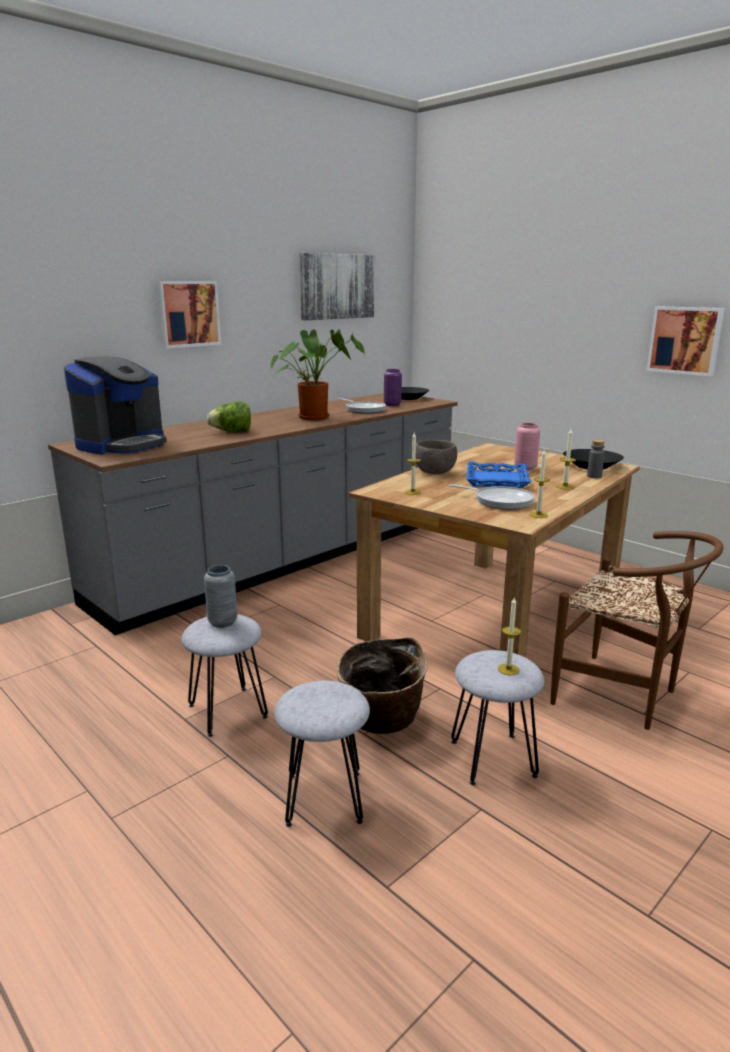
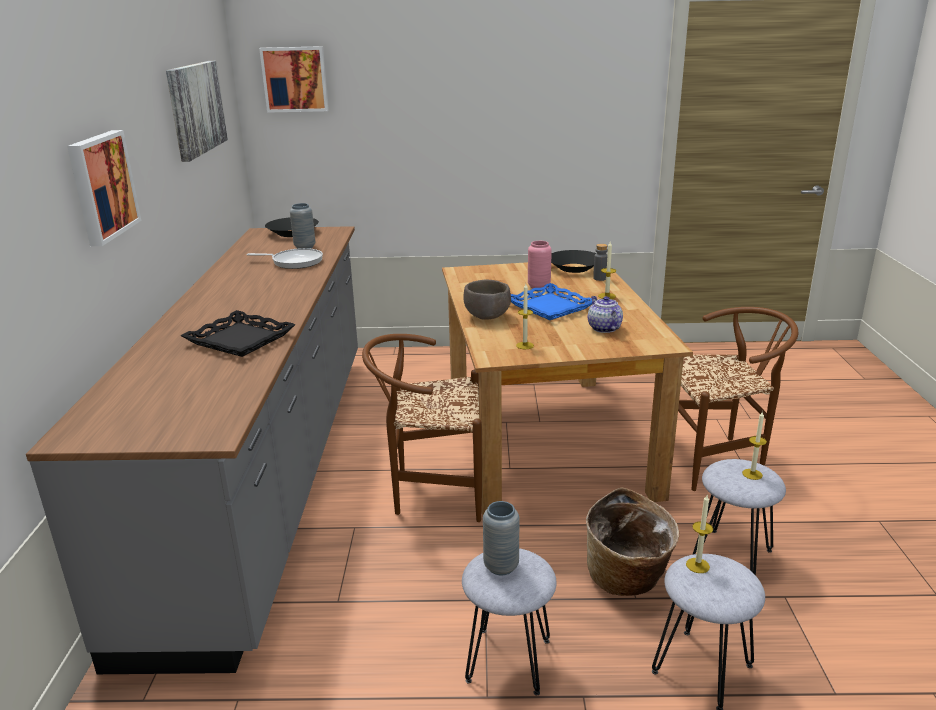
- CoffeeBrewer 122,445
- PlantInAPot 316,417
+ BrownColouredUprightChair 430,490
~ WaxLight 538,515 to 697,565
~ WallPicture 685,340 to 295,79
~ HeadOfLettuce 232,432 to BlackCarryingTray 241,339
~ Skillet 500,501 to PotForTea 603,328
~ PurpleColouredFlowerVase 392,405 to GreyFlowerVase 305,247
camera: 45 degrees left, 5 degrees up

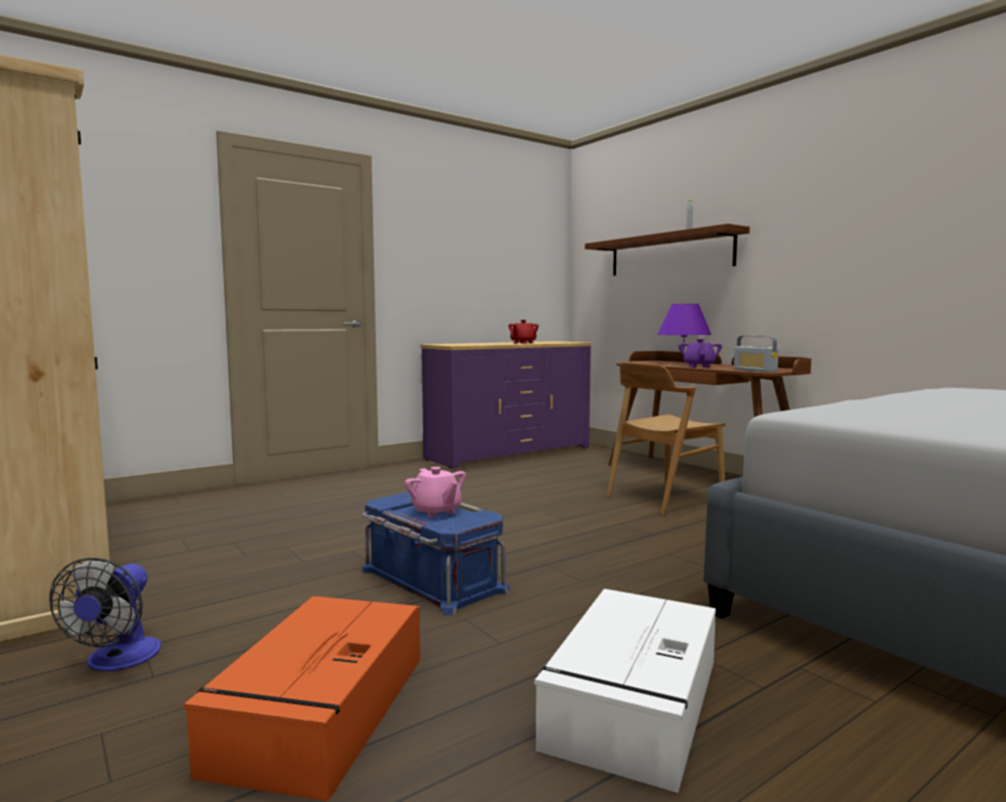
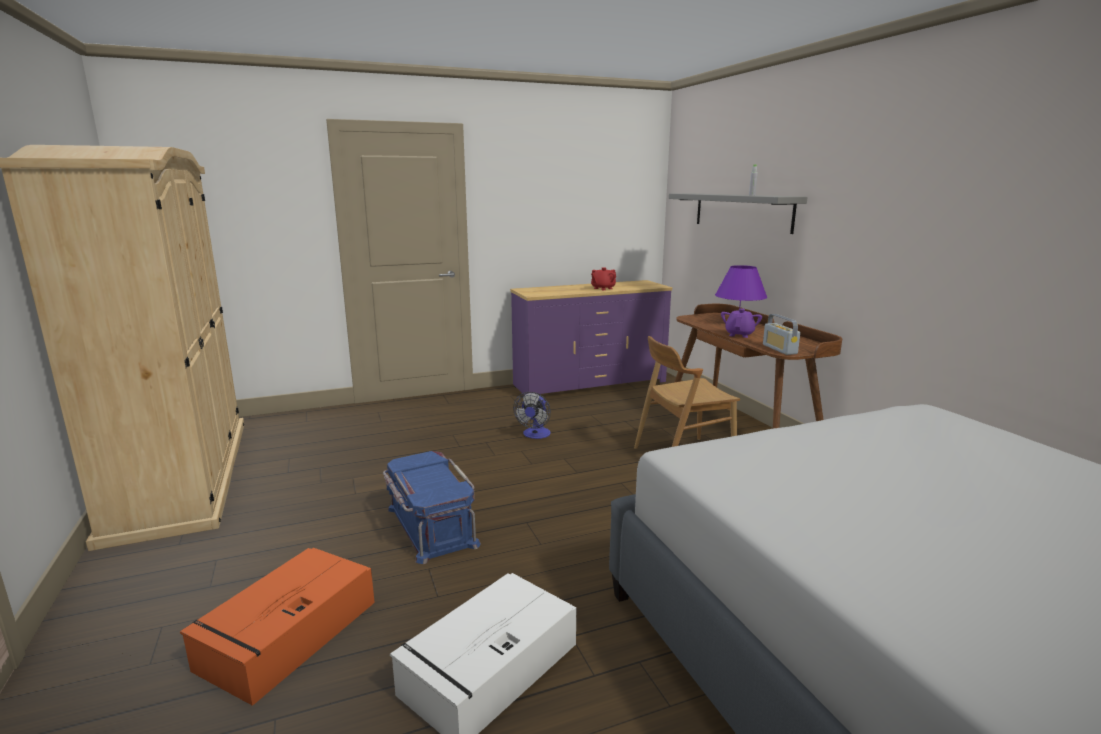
- PinkPotForTea 436,511
~ Fan 117,661 to 535,435
~ BrownColouredBracketShelf 669,254 to GreyBracketShelf 741,211
camera: 15 degrees right, 10 degrees up

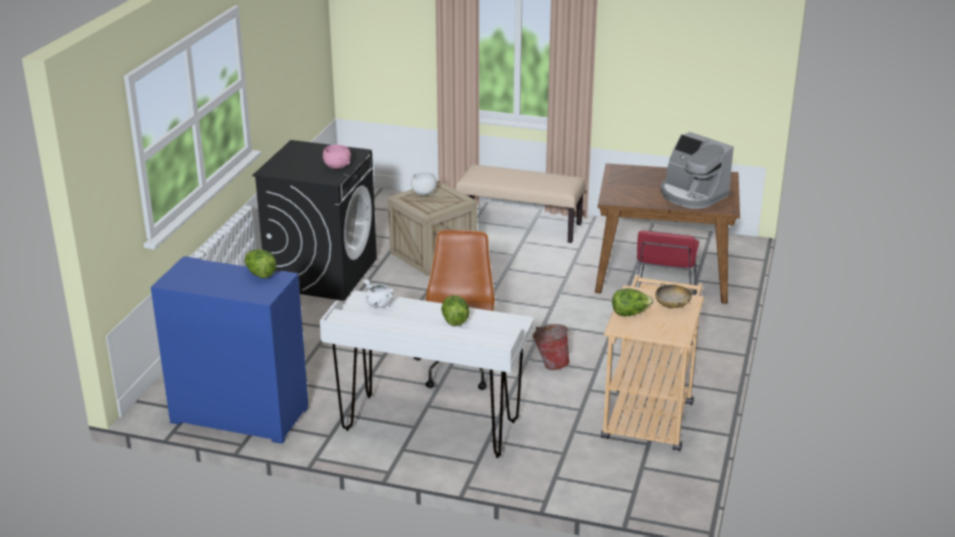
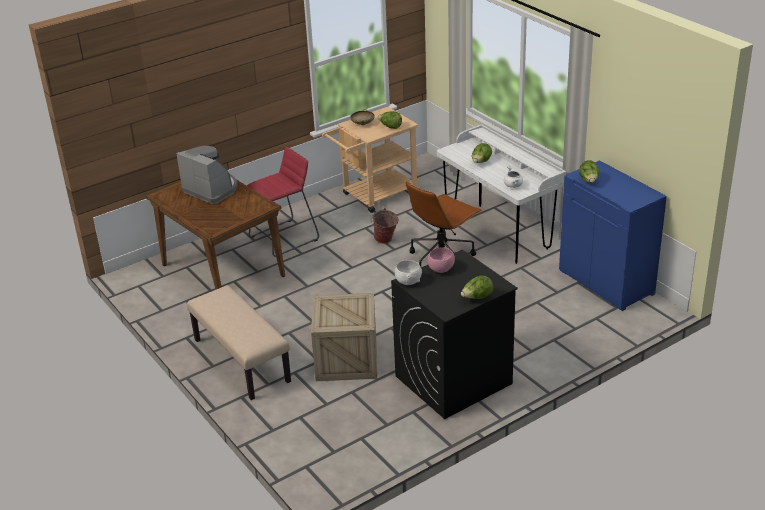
+ HeadOfLettuce 477,298
~ WhitishDeepDish 424,193 to 408,281
~ CoffeeBrewer 692,195 = 211,189 45 degrees counterclockwise
camera: 140 degrees left, 5 degrees up

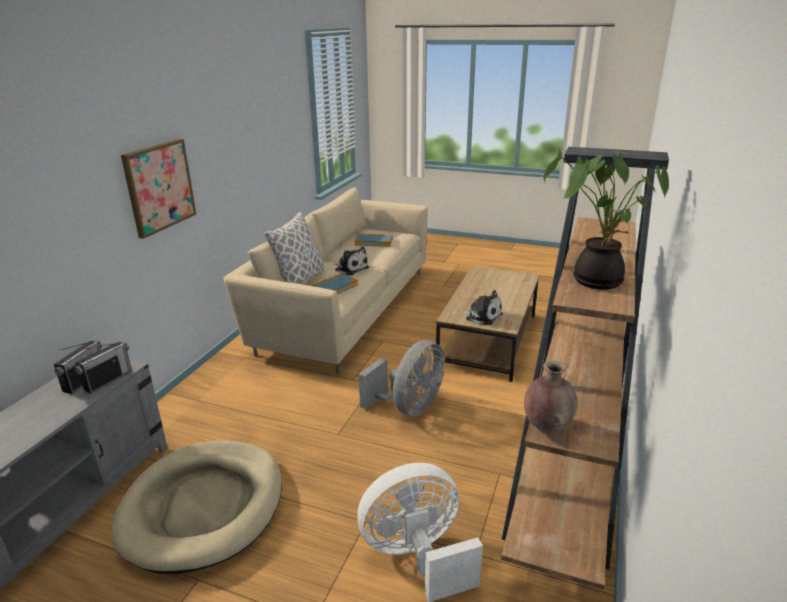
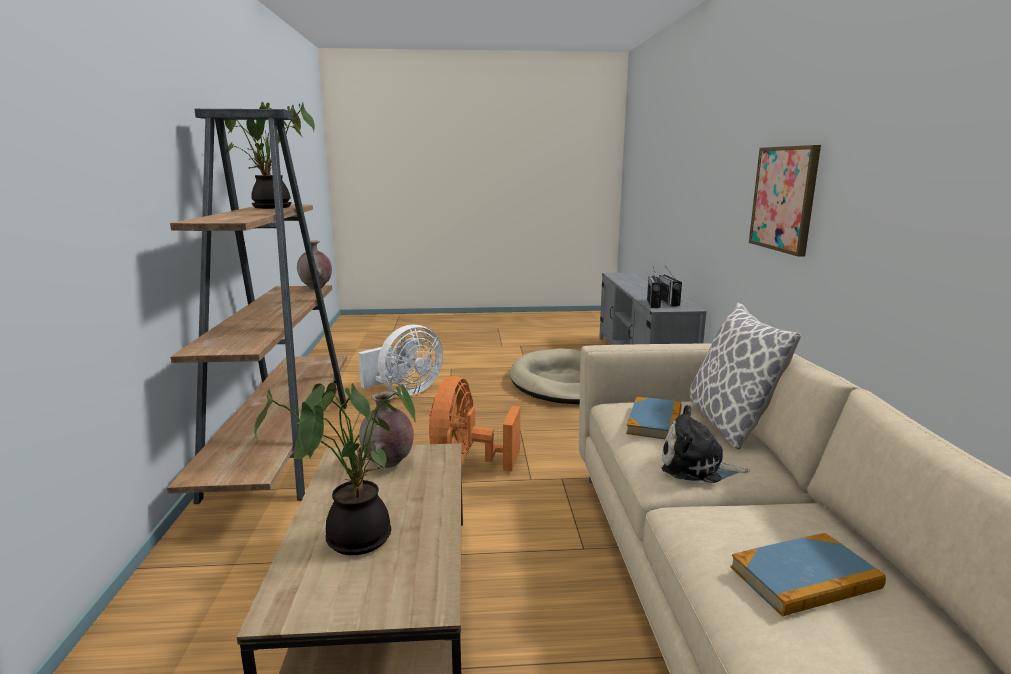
+ PlantInAPot 355,536
~ PlushToy 482,316 to BrownColouredFlowerVase 388,464
~ GreyFan 409,407 to OrangeyFan 466,465
camera: 155 degrees right, 10 degrees down

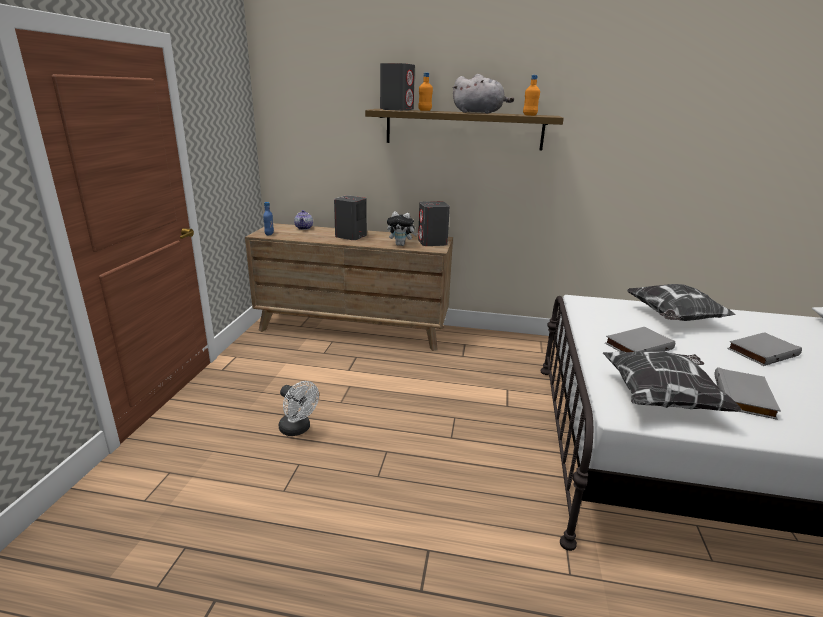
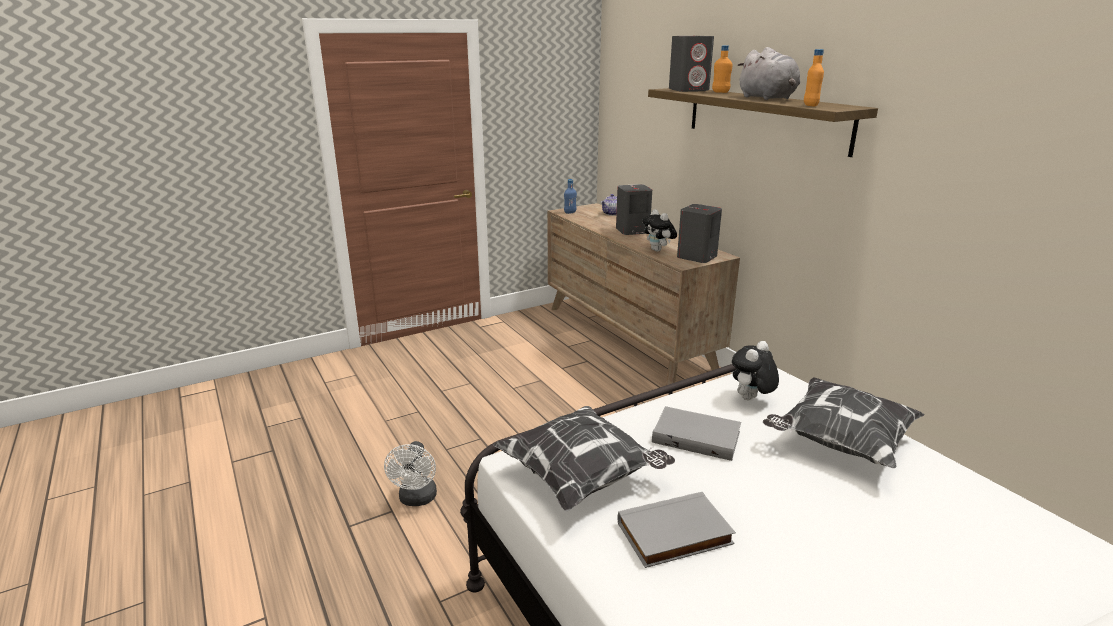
- GreyBook 761,351
+ PlushToy 751,399
~ WhitishFan 298,429 to 417,499
camera: 50 degrees right, 0 degrees up

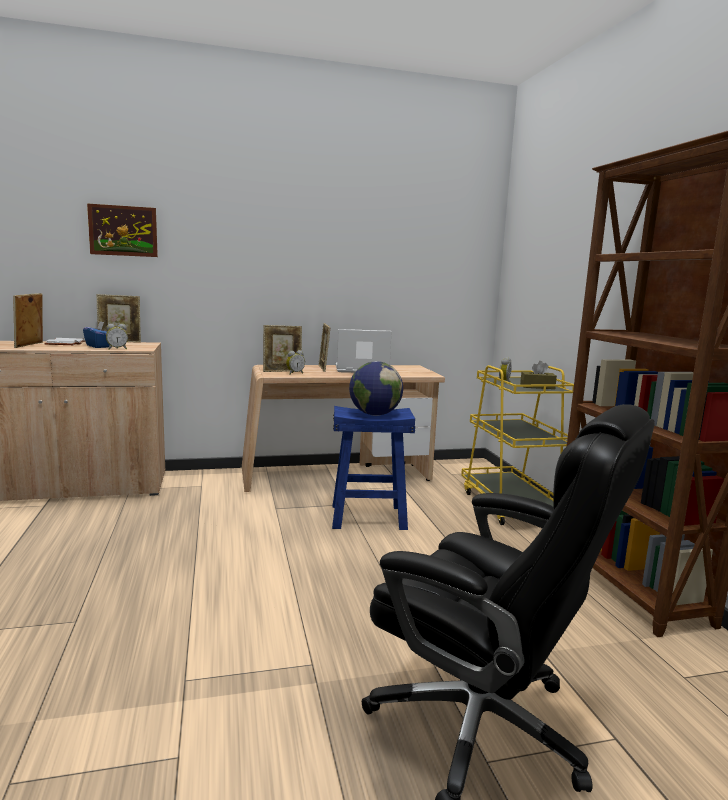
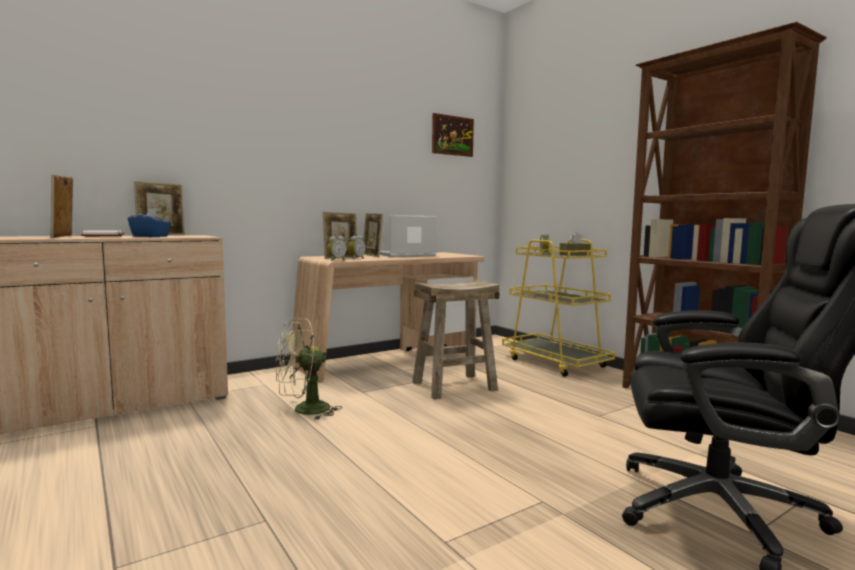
- Globe 374,414
+ BeigeFan 304,411
~ WallPicture 123,231 to 452,135
~ AlarmClock 117,349 to 336,260
~ BlueSittingStool 368,517 to BeigeSittingStool 454,386
camera: 20 degrees left, 5 degrees down

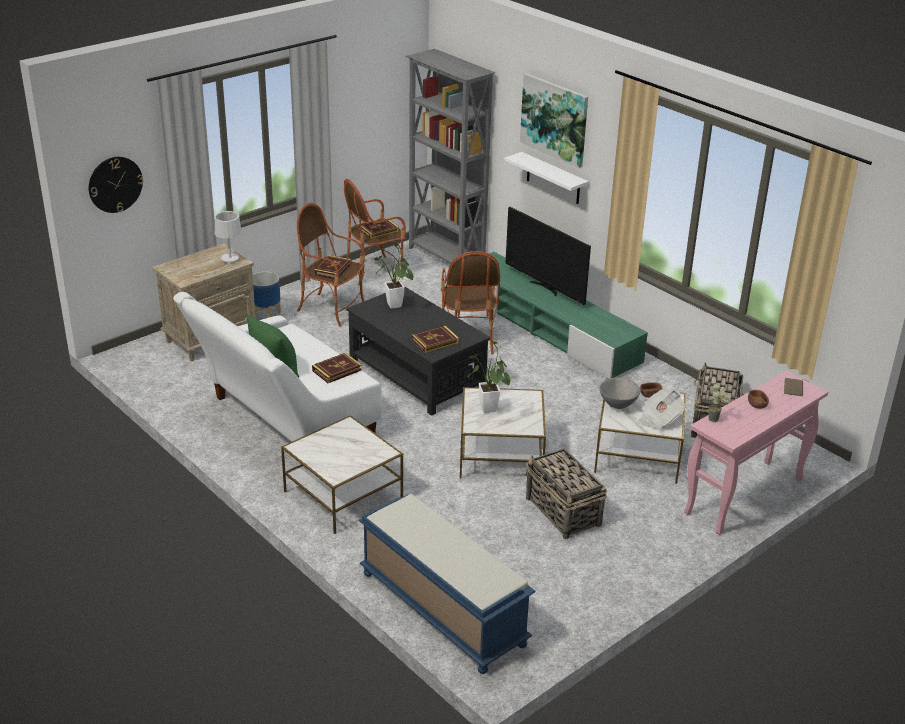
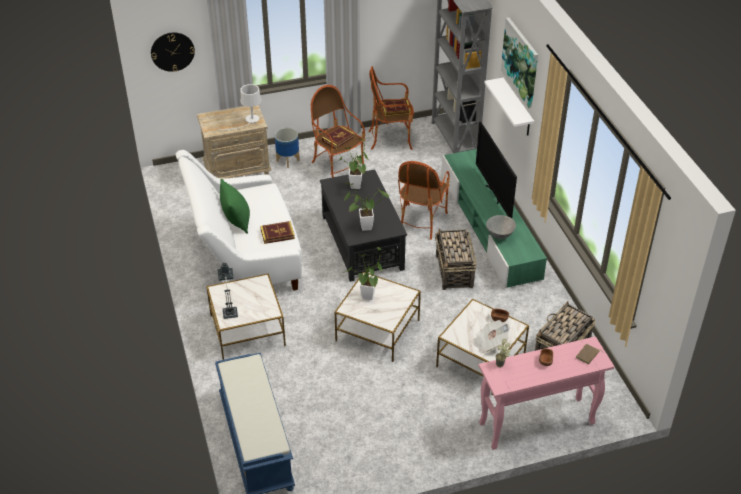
+ LampForATable 229,310
~ HouseholdBasket 563,512 to 454,272
~ GreyDeepDish 618,405 to 500,235
~ Book 435,341 to PlantInAPot 363,227
camera: 25 degrees right, 10 degrees up

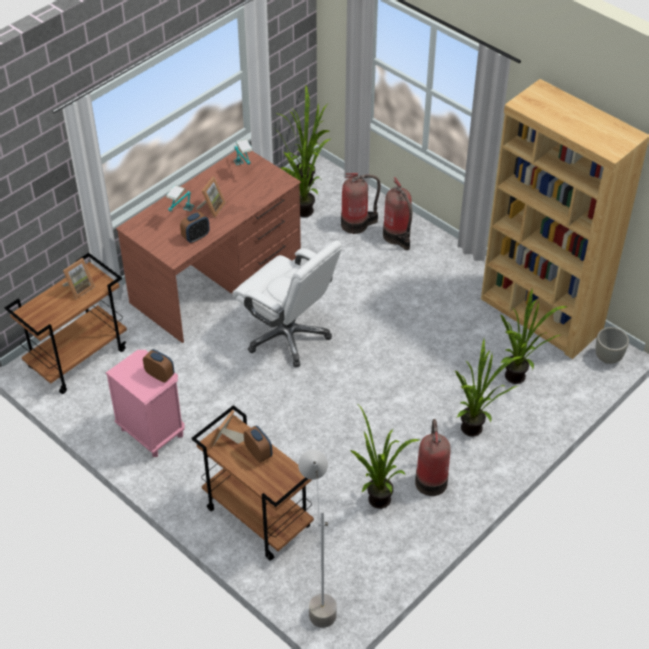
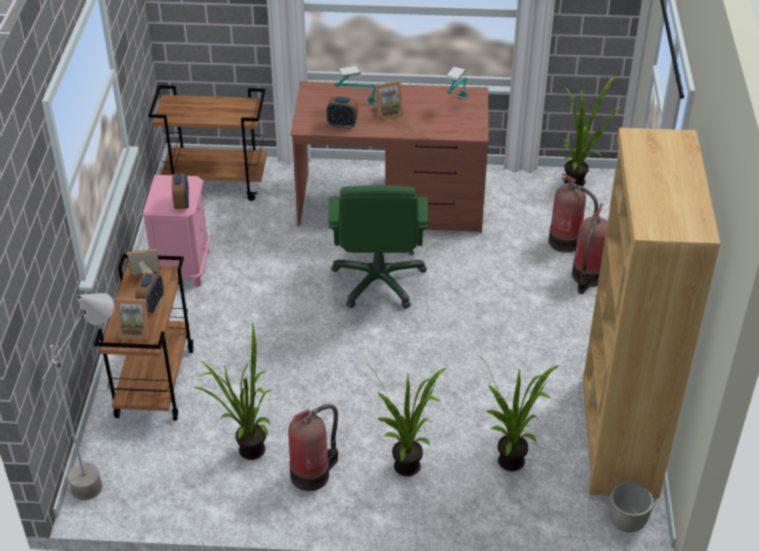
- PlantInAPot 304,215
~ StandingFrame 79,288 to 135,330
~ WhitishDeskChair 288,336 to GreenDeskChair 379,281
camera: 50 degrees right, 5 degrees down

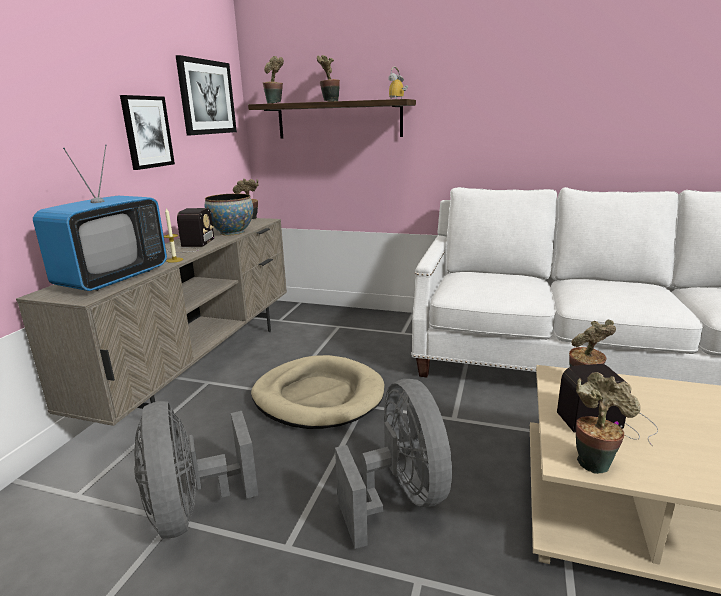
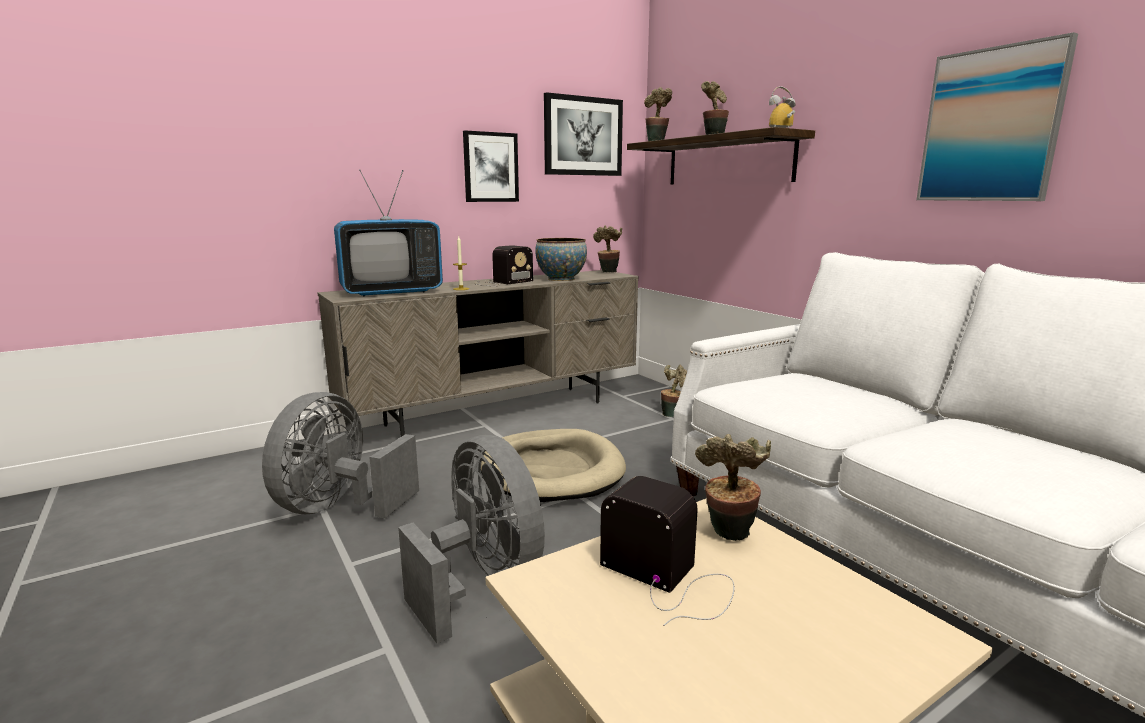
+ WallPicture 990,126
~ PlantInAPot 594,461 to 672,414
~ GreyFan 400,497 = 482,581 60 degrees counterclockwise
camera: 40 degrees right, 5 degrees down

